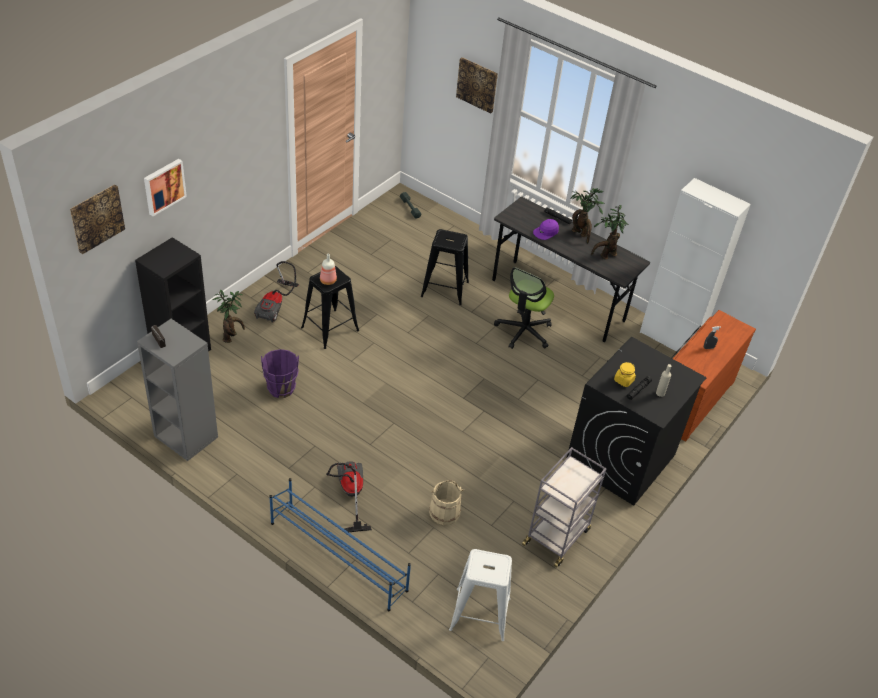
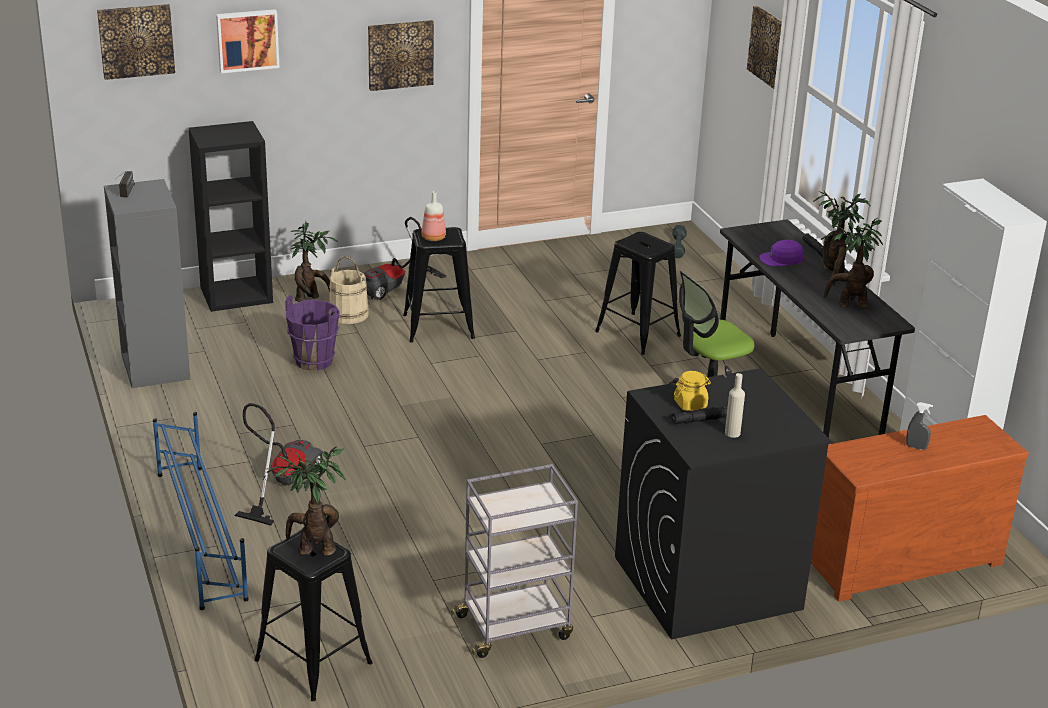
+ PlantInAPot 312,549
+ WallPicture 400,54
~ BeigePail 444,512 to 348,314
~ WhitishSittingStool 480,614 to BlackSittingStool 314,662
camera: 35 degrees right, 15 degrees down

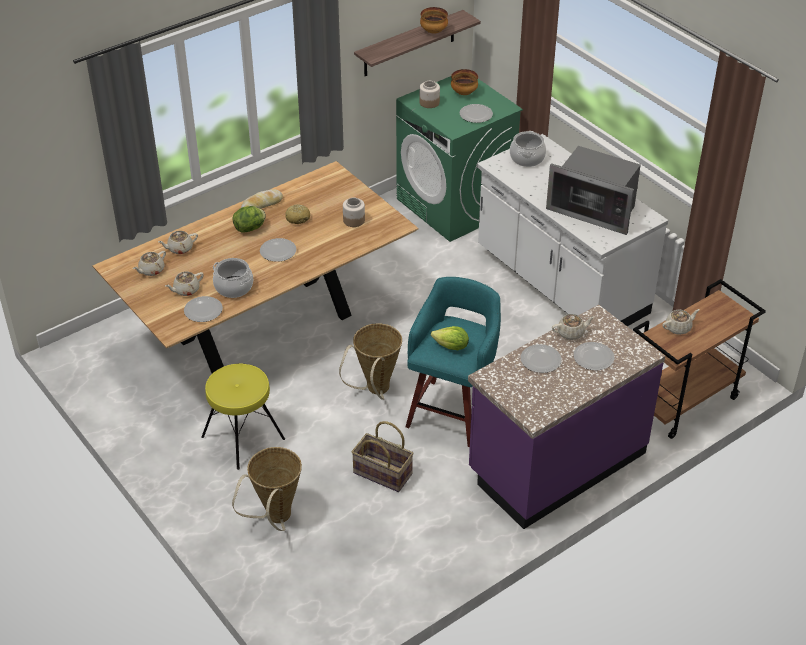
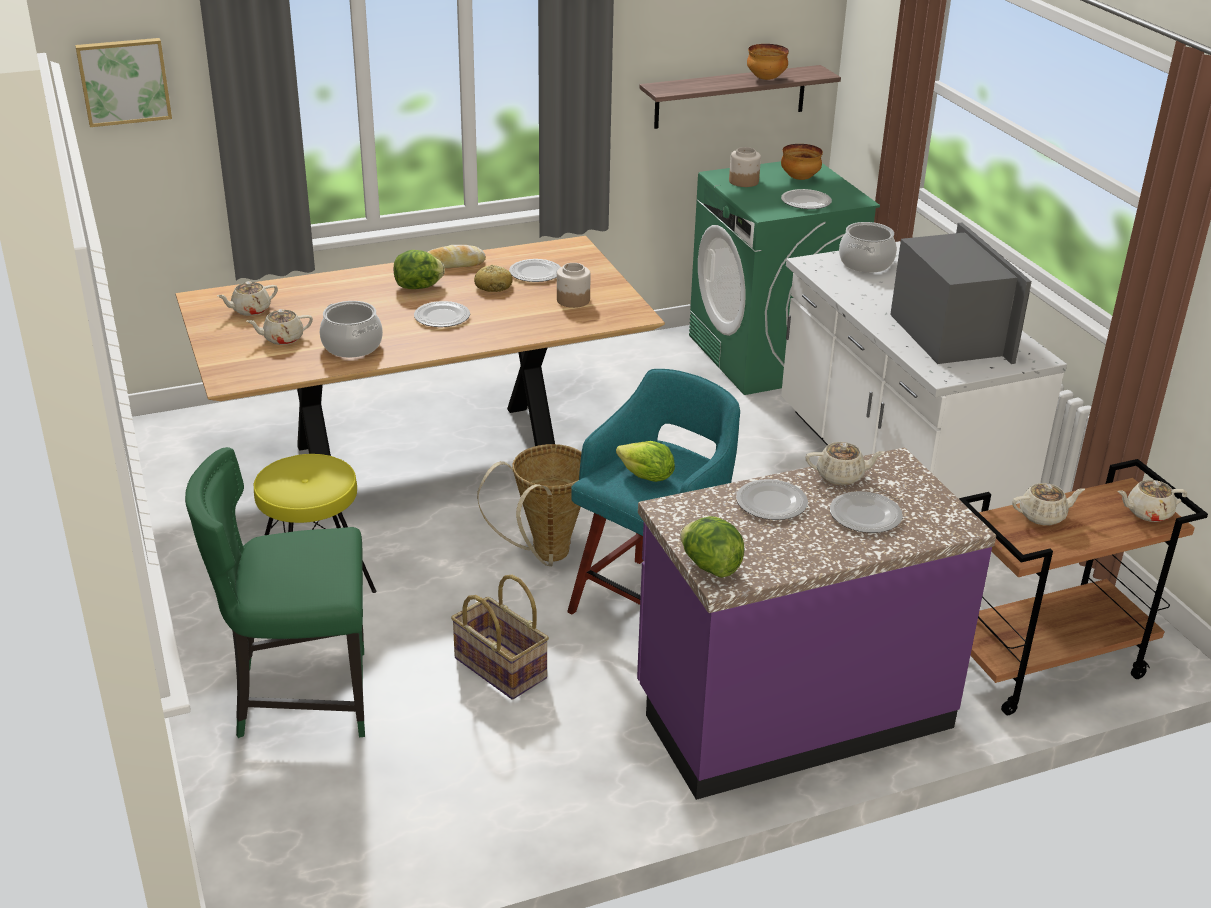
+ WallPicture 124,81
+ HeadOfLettuce 710,566
~ BeigePotForTea 179,248 to 1147,513
~ DinnerPlate 203,310 to 536,273
~ HouseholdBasket 275,519 to GreenUprightChair 300,697
~ KitchenMicrowave 594,209 = 948,334 150 degrees counterclockwise
camera: 15 degrees right, 10 degrees down

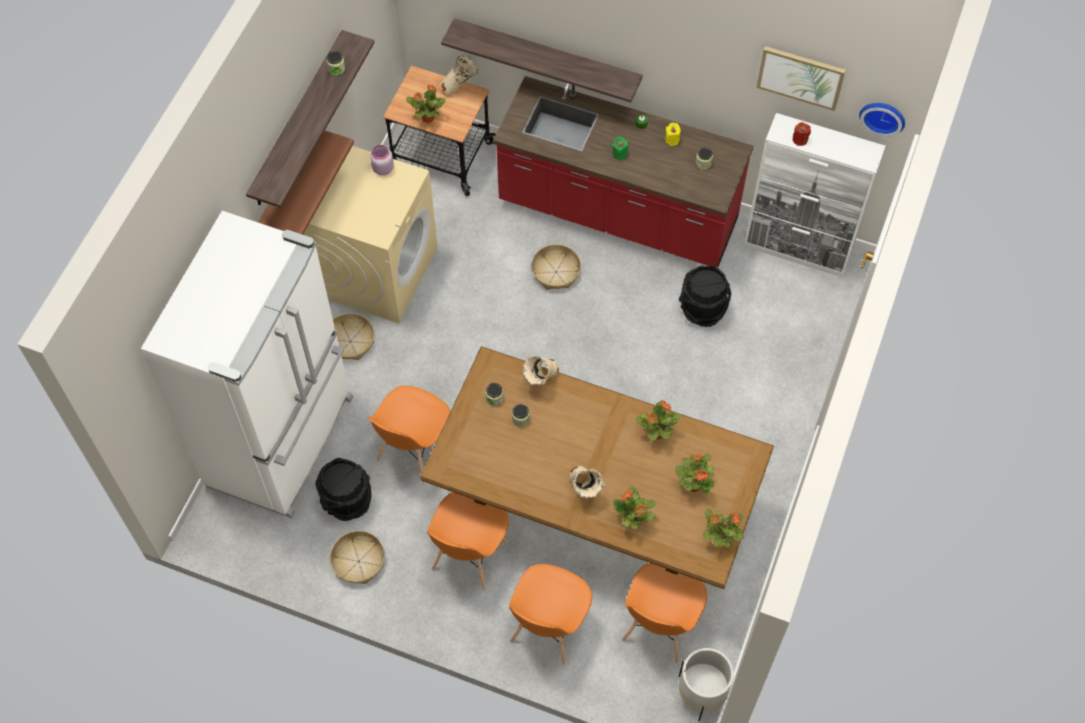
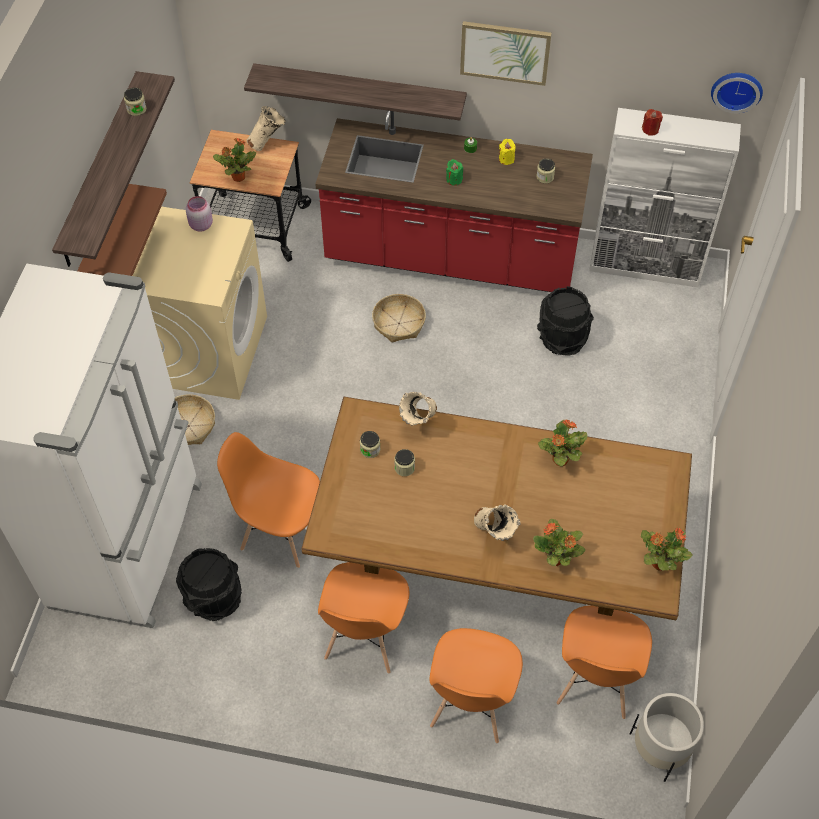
- HouseholdBasket 358,561
- PlantInAPot 694,484
~ WallPicture 800,77 to 505,52
~ OrangeyUprightChair 414,451 = 280,532 90 degrees clockwise
camera: 10 degrees left, 5 degrees down

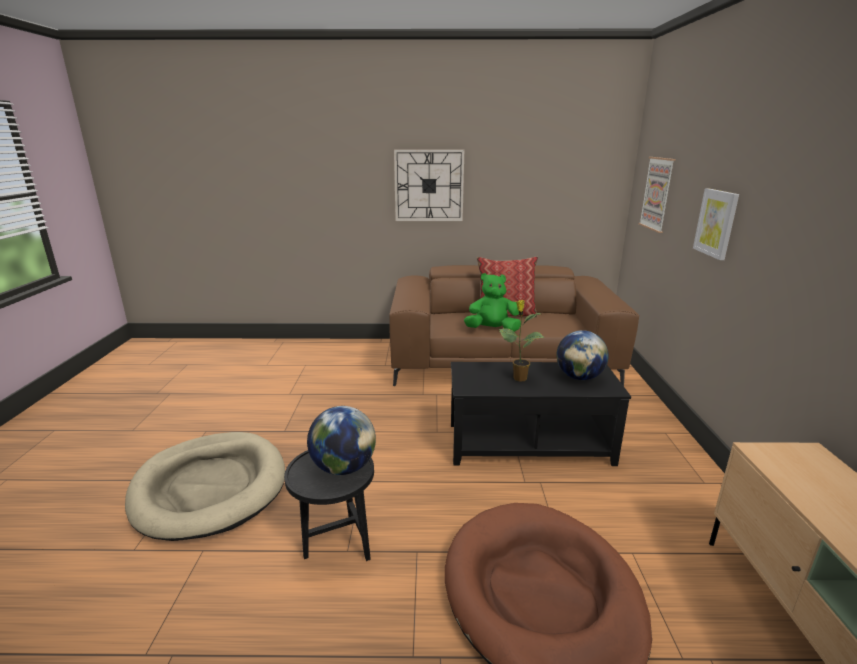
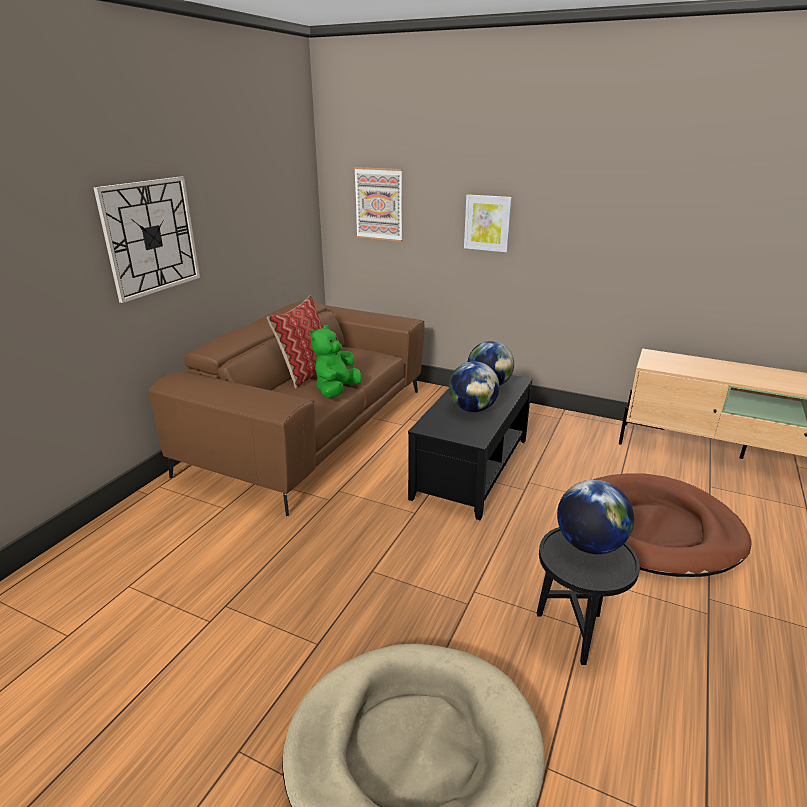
~ PlantInAPot 519,378 to Globe 472,409
camera: 65 degrees left, 5 degrees up

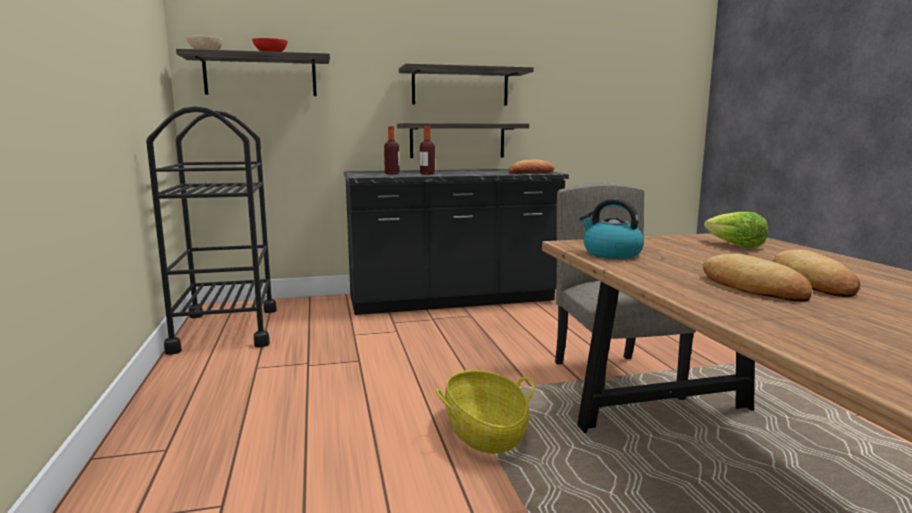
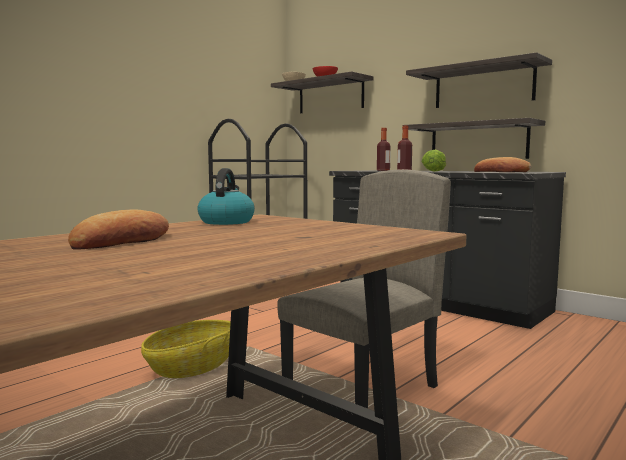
- BakeryBread 810,282
~ HeadOfLettuce 733,245 to 434,171
camera: 55 degrees right, 5 degrees down

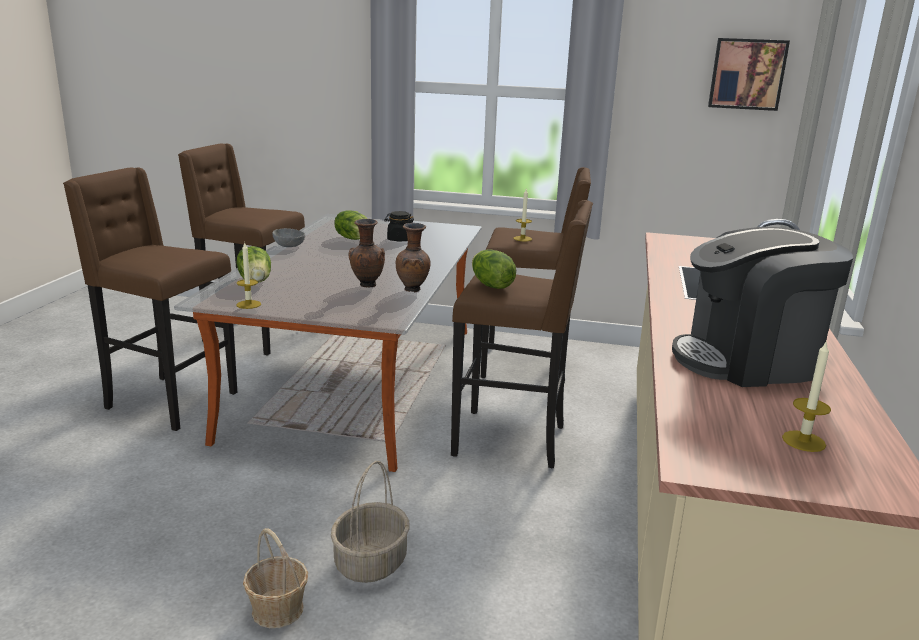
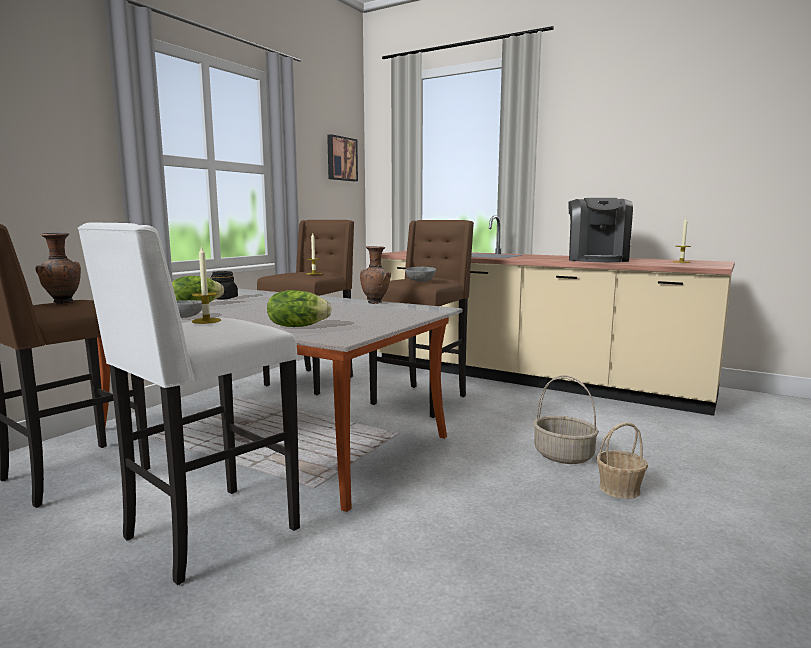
~ WaxLight 248,304 to 206,321
~ BrownColouredFlowerVase 366,285 to 63,303
~ HeadOfLettuce 491,285 to GreyDeepDish 421,281
~ BrownColouredSittingStool 168,401 to WhitishSittingStool 207,534
camera: 70 degrees left, 10 degrees down

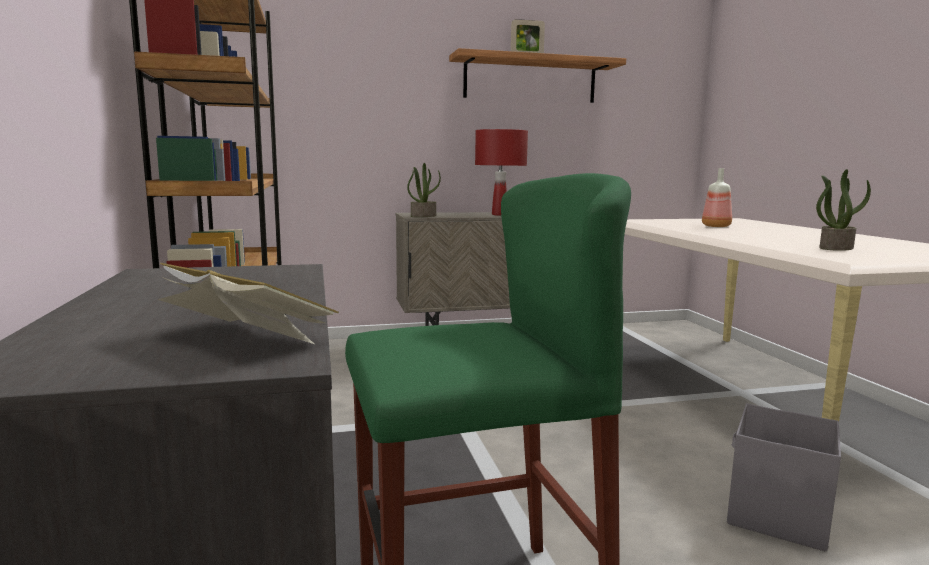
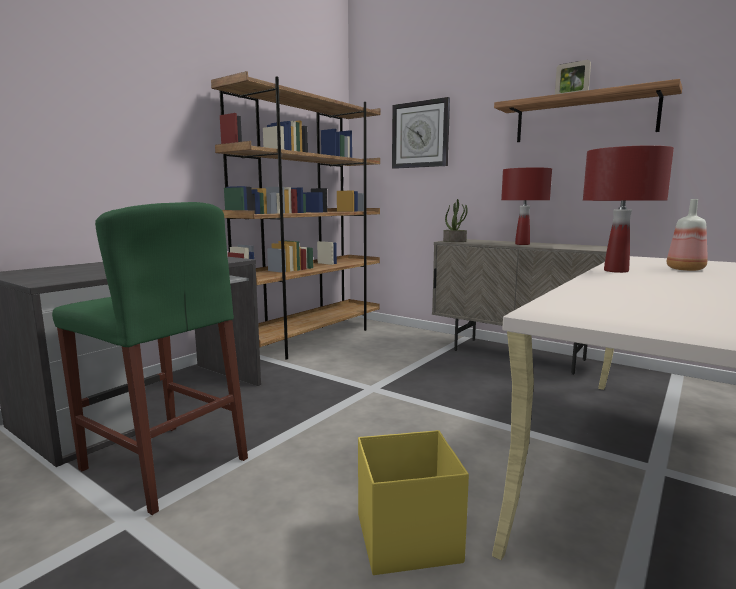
- Book 245,338
- PlantInAPot 835,248
+ HangingClock 420,134
+ RedLampForATable 615,271
~ GreyStorageContainer 776,515 to YellowishStorageContainer 406,538
camera: 50 degrees right, 0 degrees up

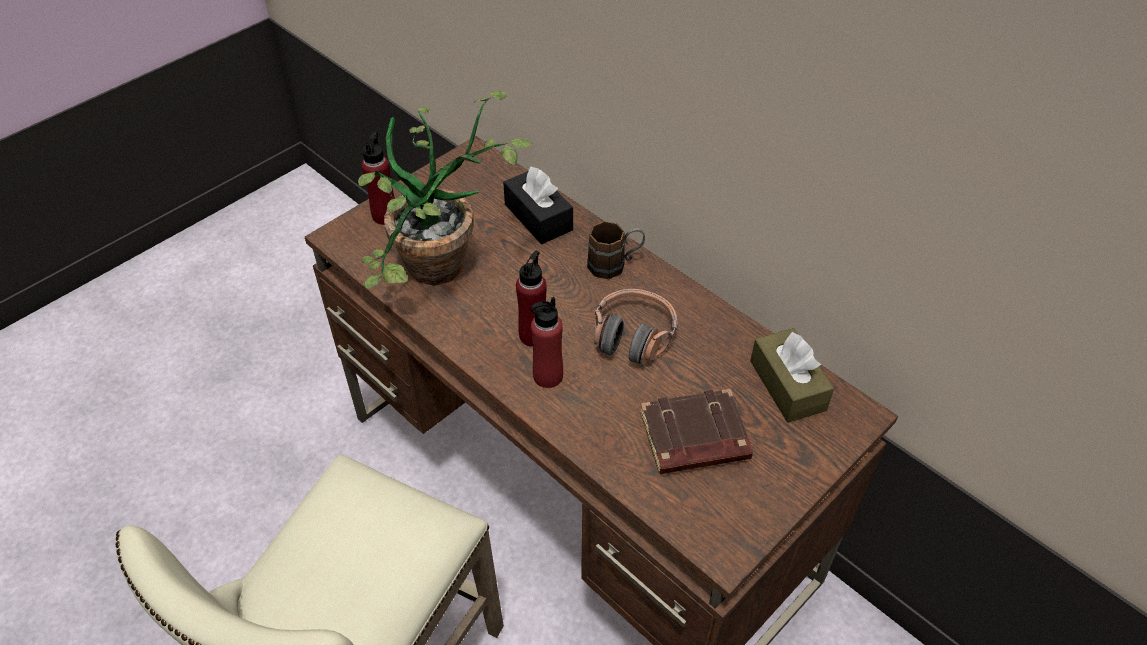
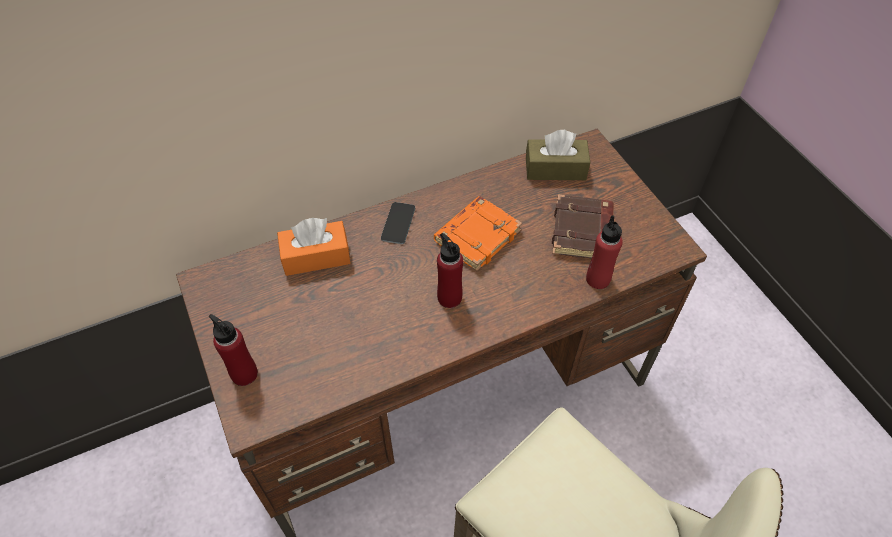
- PlantInAPot 439,277
~ RedBeverageBottle 547,376 to 598,279
~ BrownColouredTeaMug 615,264 to Handset 398,223
~ Headphones 633,336 to OrangeyBook 477,235
~ BlackBoxOfTissues 538,217 to OrangeyBoxOfTissues 316,256
camera: 70 degrees left, 5 degrees up

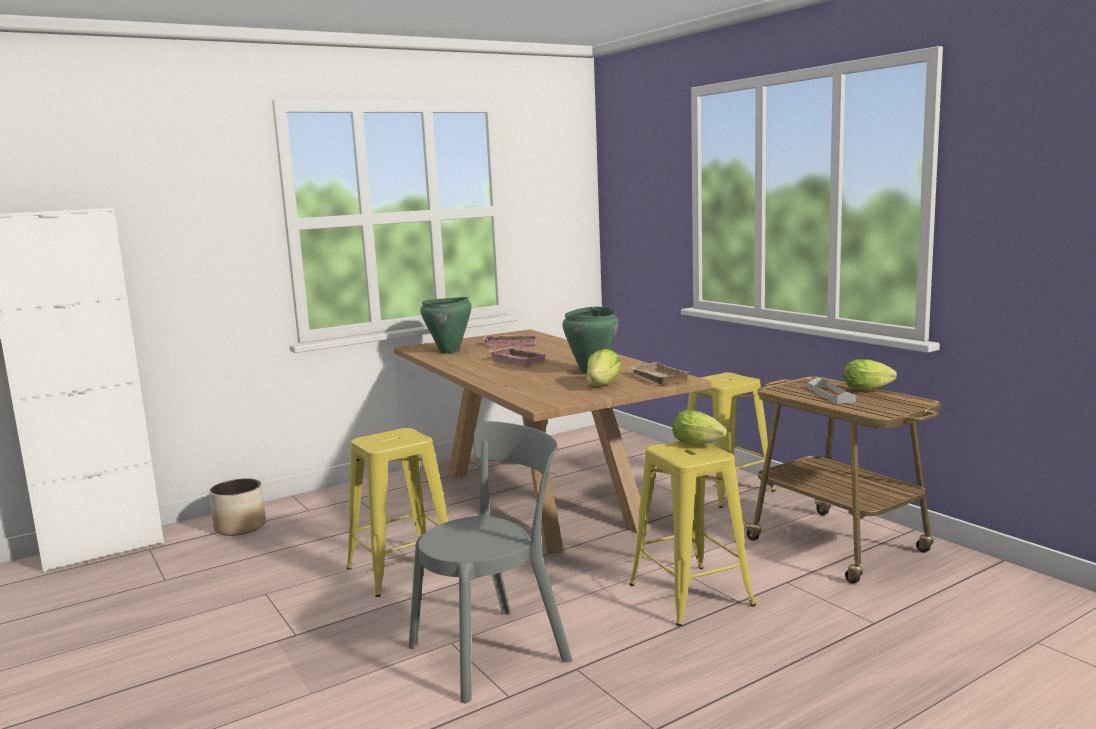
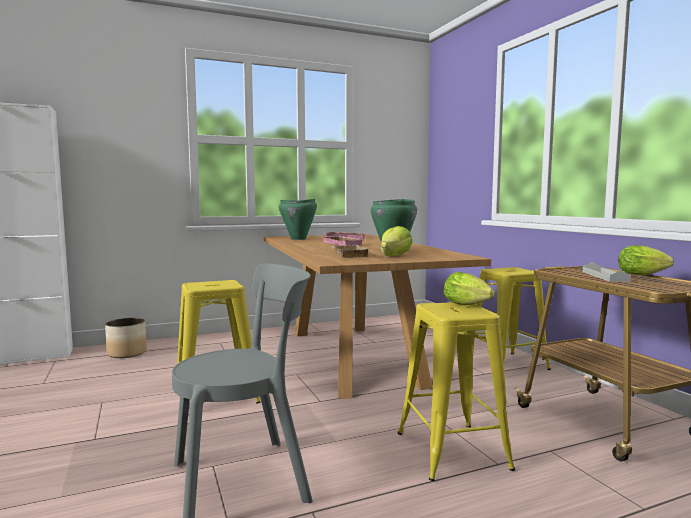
~ BeigeCarryingTray 656,378 to 347,254
camera: 10 degrees right, 5 degrees down

